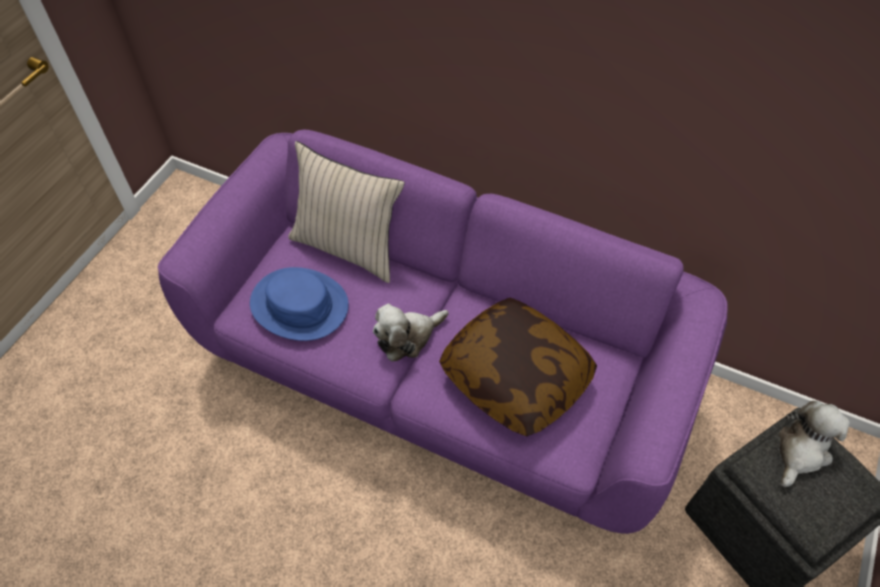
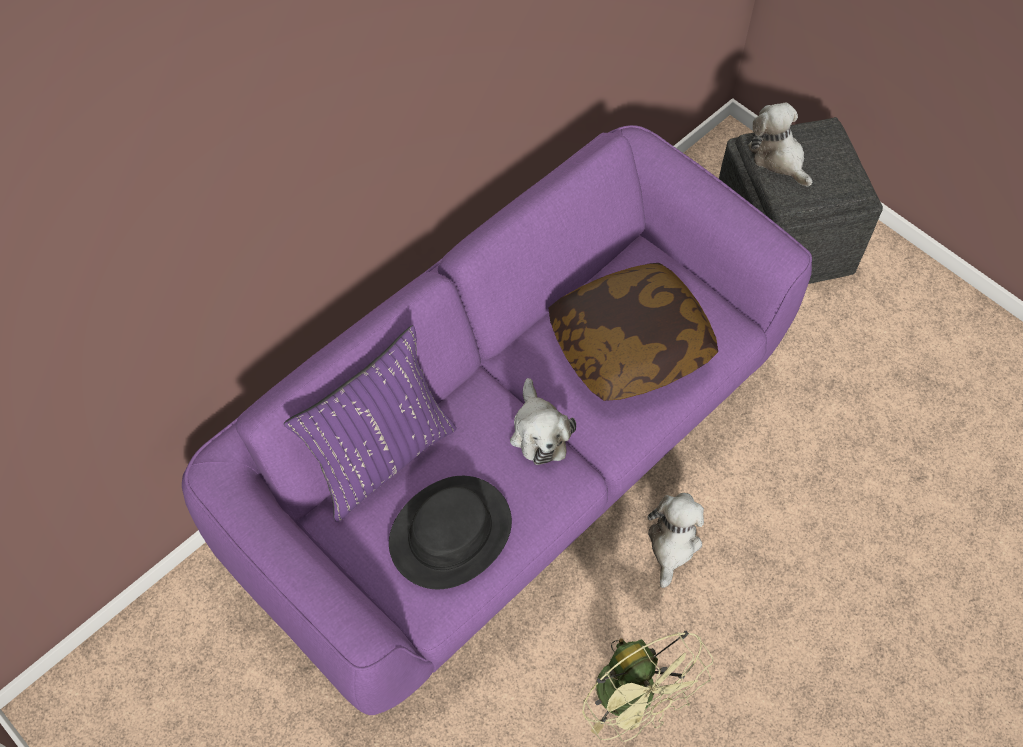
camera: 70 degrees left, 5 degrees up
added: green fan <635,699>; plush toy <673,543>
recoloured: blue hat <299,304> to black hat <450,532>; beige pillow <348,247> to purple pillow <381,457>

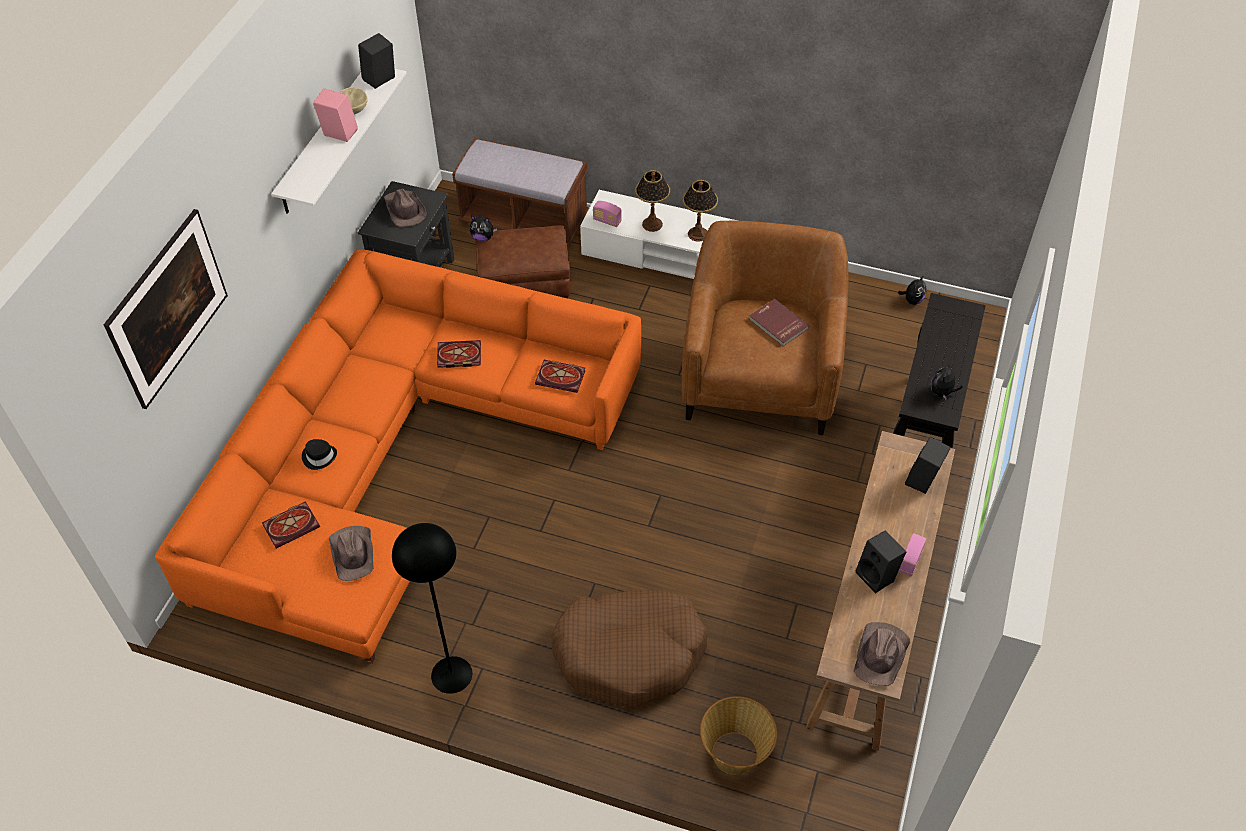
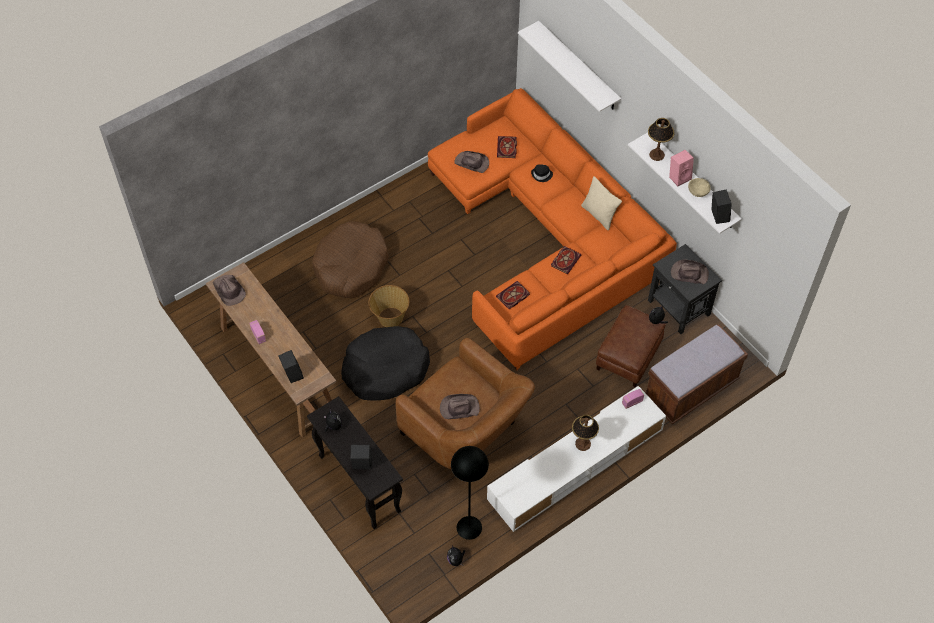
camera: 125 degrees right, 5 degrees up
added: black dog bed <385,369>; beige pillow <599,215>
moved: black floor lamp <451,674> to <469,527>; table lamp <652,224> to <656,154>; basket <735,754> to <390,317>; black speaker <877,576> to <361,465>
replaced: picture <176,329> to white shelf <578,66>; red book <778,324> to brown hat <459,408>

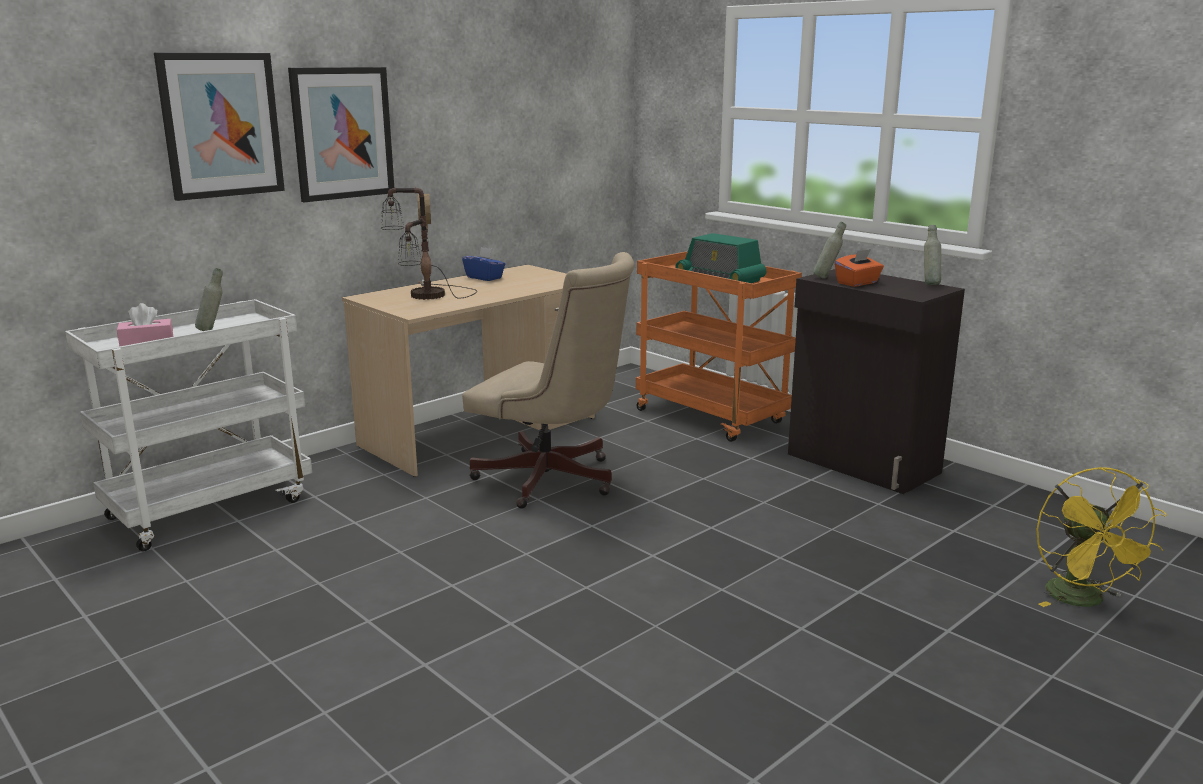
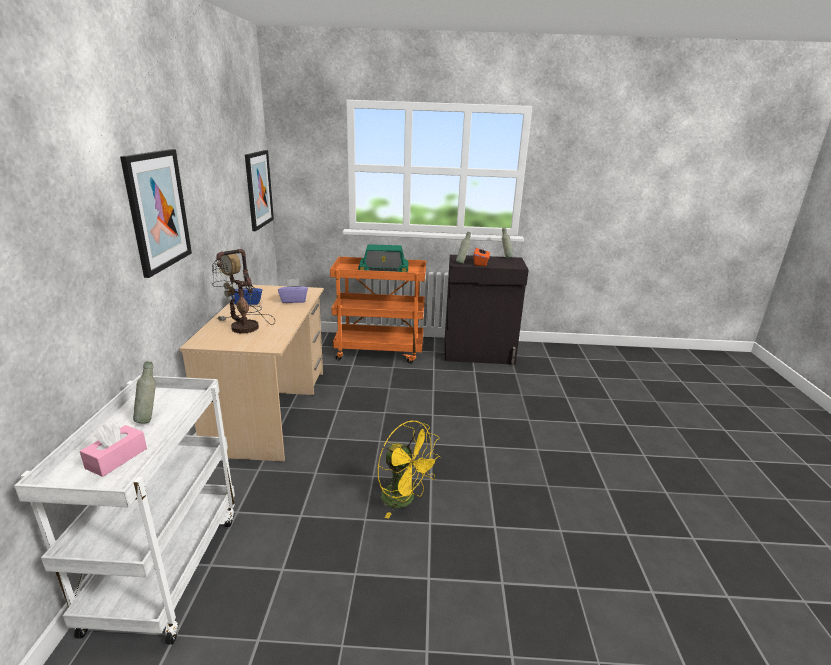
camera: 45 degrees left, 5 degrees up
removed: beige office chair <554,481>
added: purple tissue box <294,300>
moved: picture <221,125> to <258,189>; yellow fan <1083,601> to <404,499>

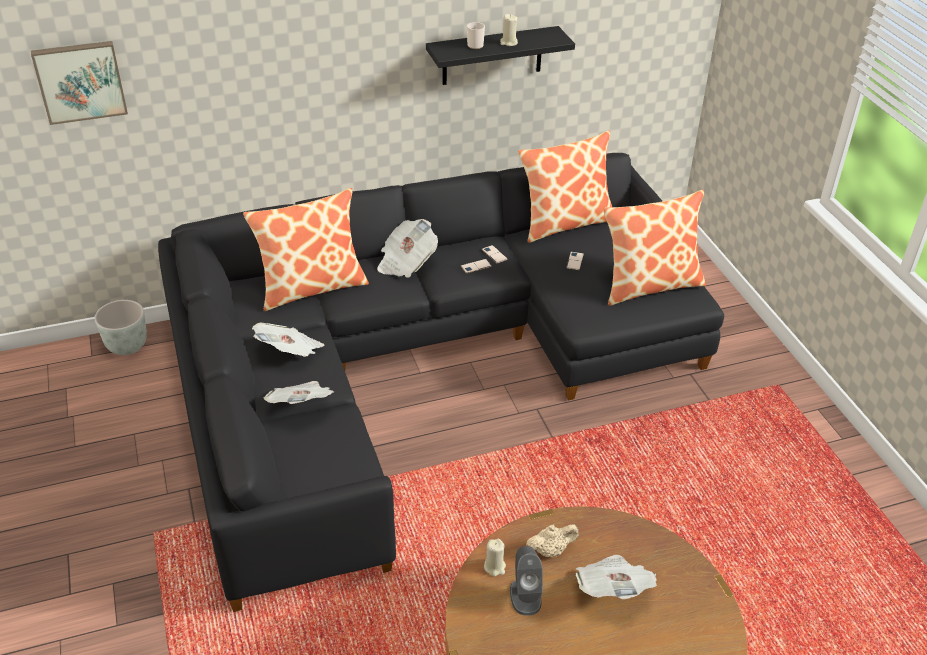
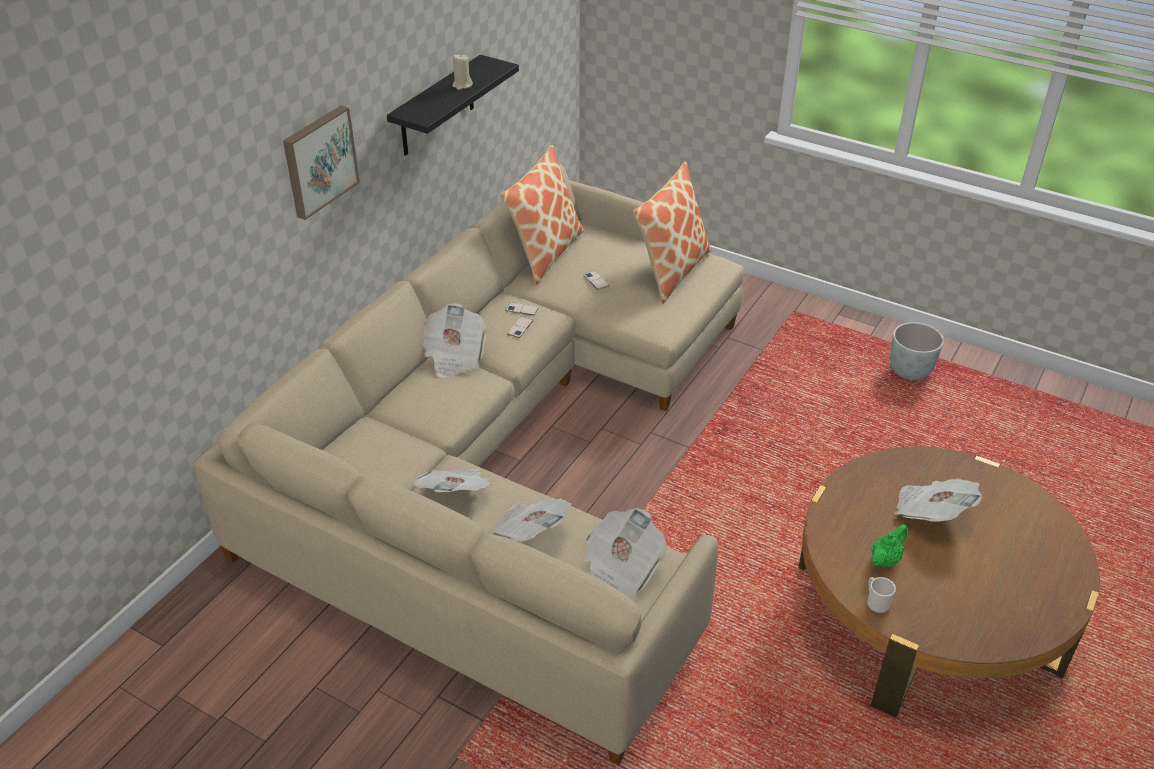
camera: 40 degrees left, 0 degrees up
removed: pillow <311,287>; beige candle <494,567>; beige teapot <551,550>
added: newspaper <620,570>
moved: picture <80,81> to <319,161>; grey planter <127,346> to <909,371>; mug <475,44> to <876,603>
replaced: grey speaker <525,596> to green teapot <885,559>
recoloured: black sofa <418,365> to beige sofa <510,455>

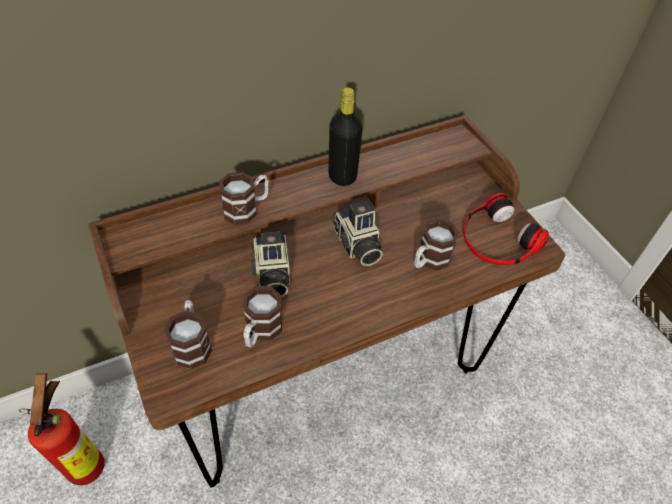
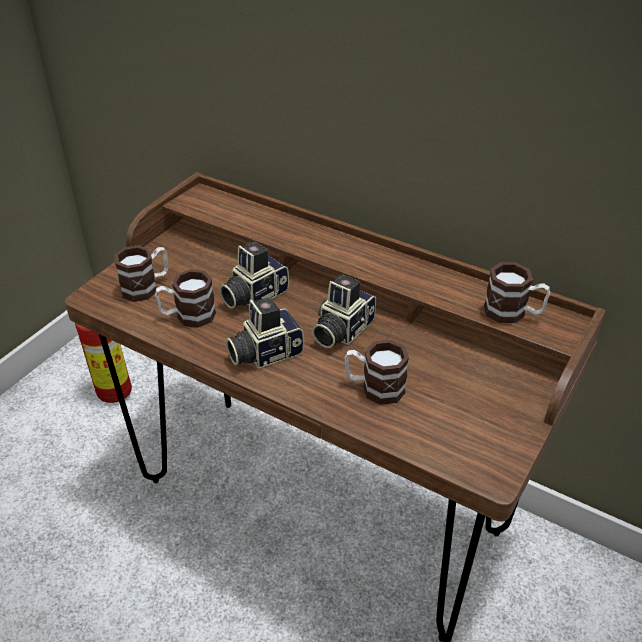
camera: 60 degrees right, 10 degrees down
removed: black bottle <342,176>; headphones <497,239>
added: photo camera <264,352>
moved: mug <247,209> to <513,313>

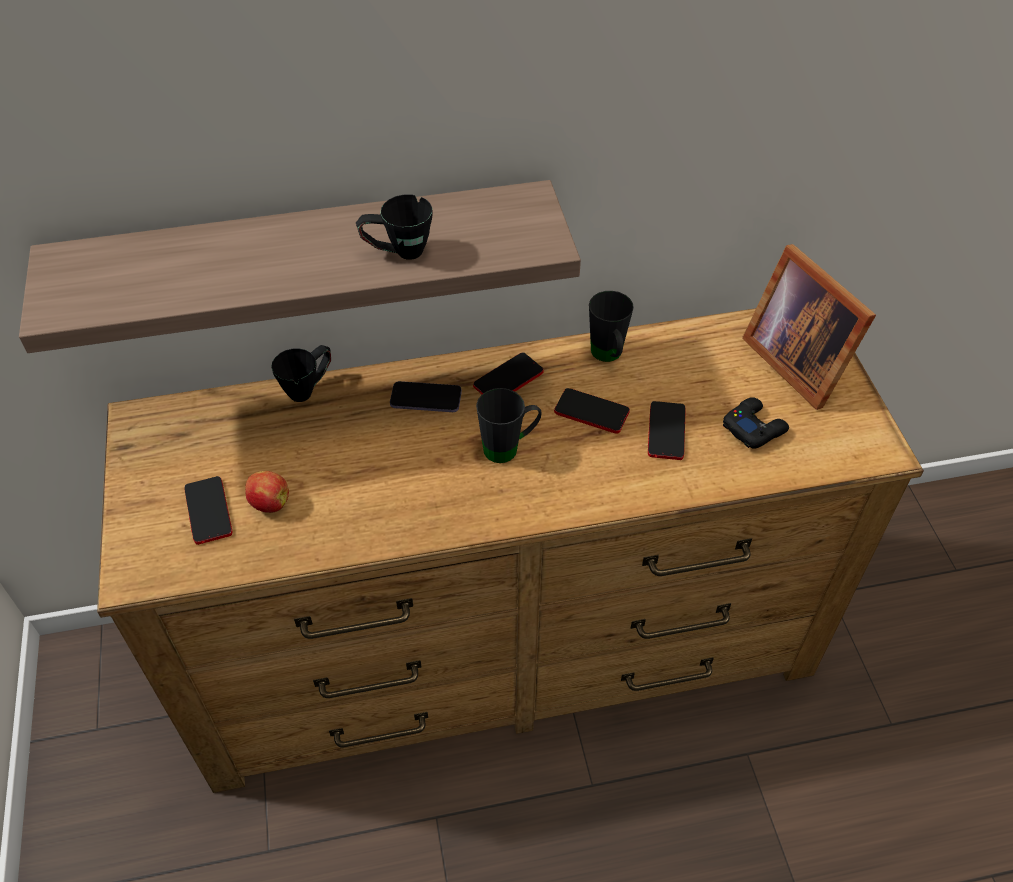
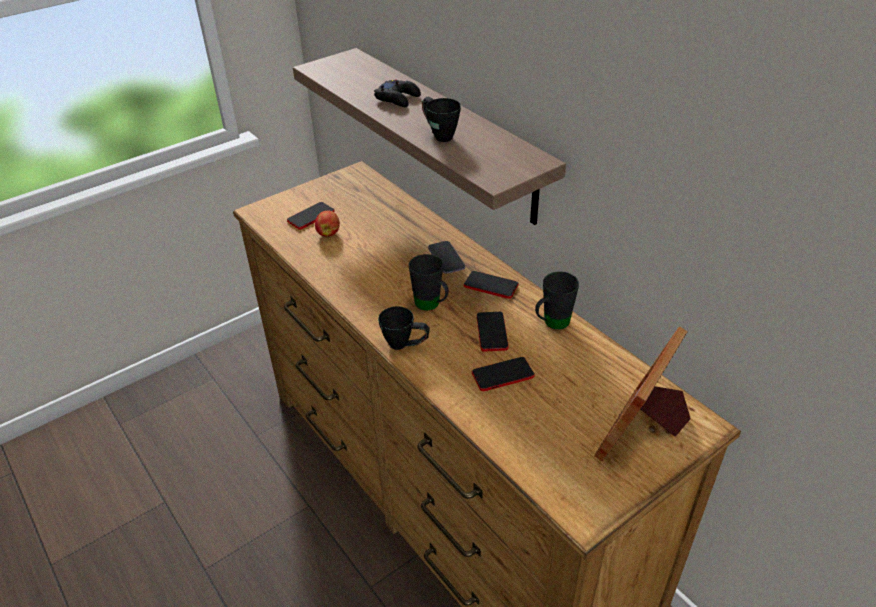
camera: 65 degrees right, 10 degrees down
moved: black mug <308,388> to <405,345>; black game controller <754,428> to <398,98>

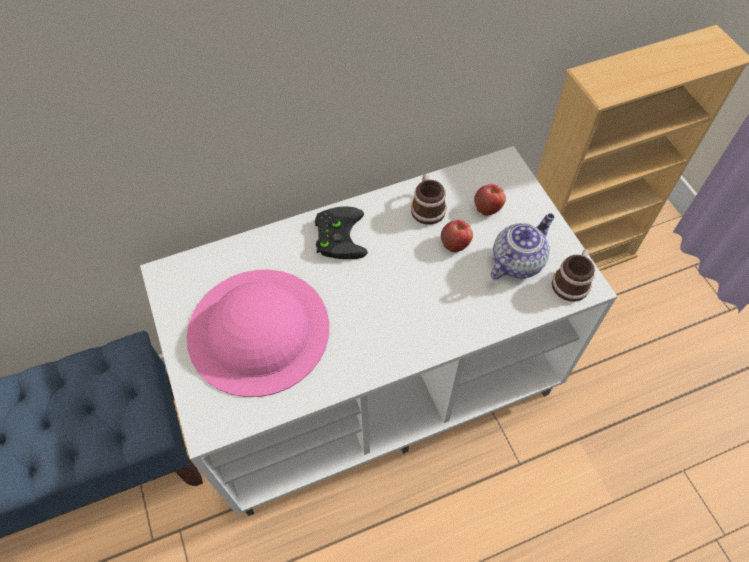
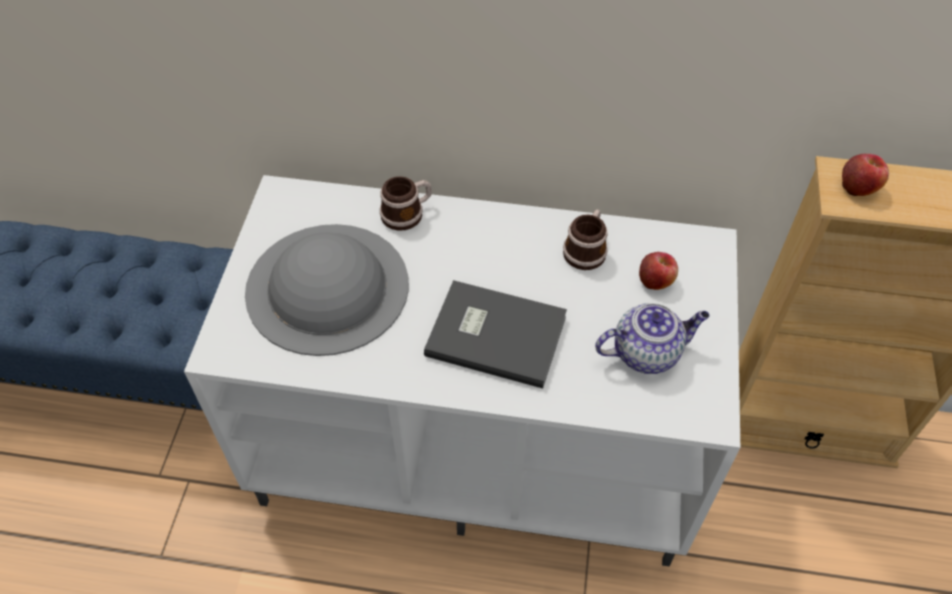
camera: 30 degrees right, 5 degrees down
removed: black game controller <338,235>
added: grey book <495,333>
moved: apple <455,243> to <858,187>; mug <572,281> to <407,213>
recoloured: pink hat <258,330> to grey hat <327,287>

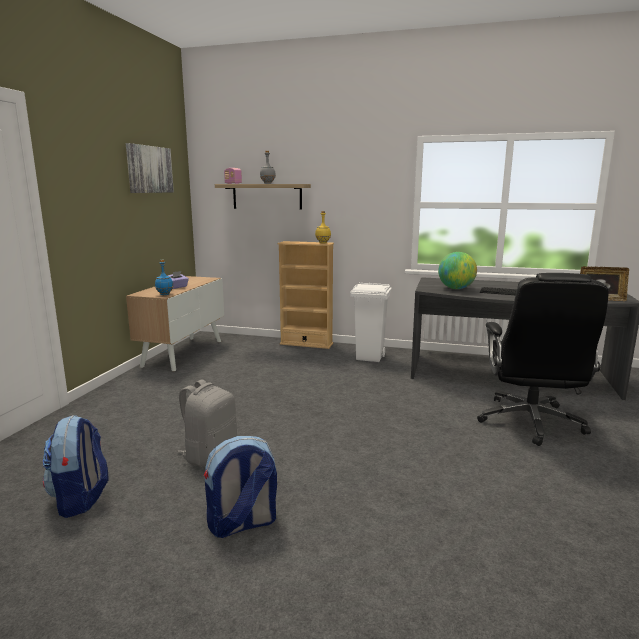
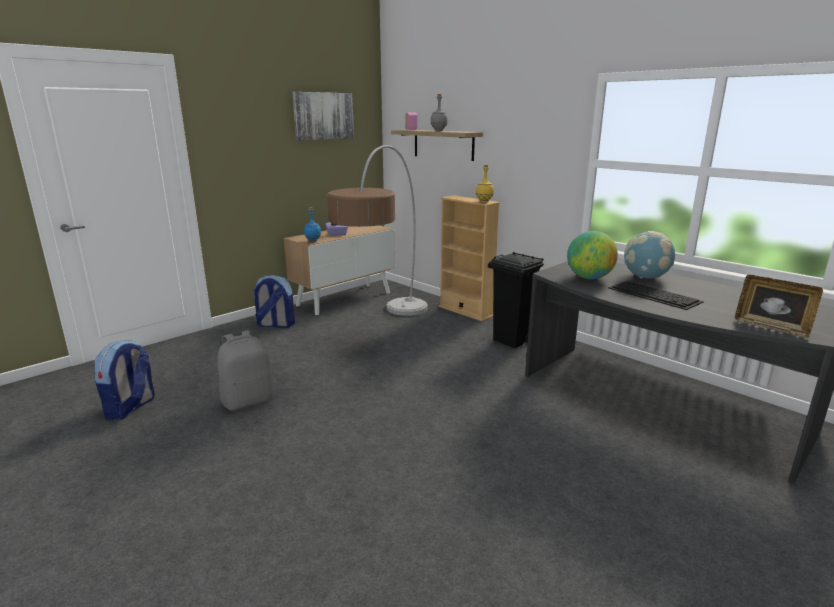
camera: 30 degrees right, 5 degrees up
removed: black office chair <530,422>
added: floor lamp <385,329>; globe <645,277>
moved: backpack <242,524> to <275,325>
recoloured: white trash can <370,357> to black trash can <512,341>

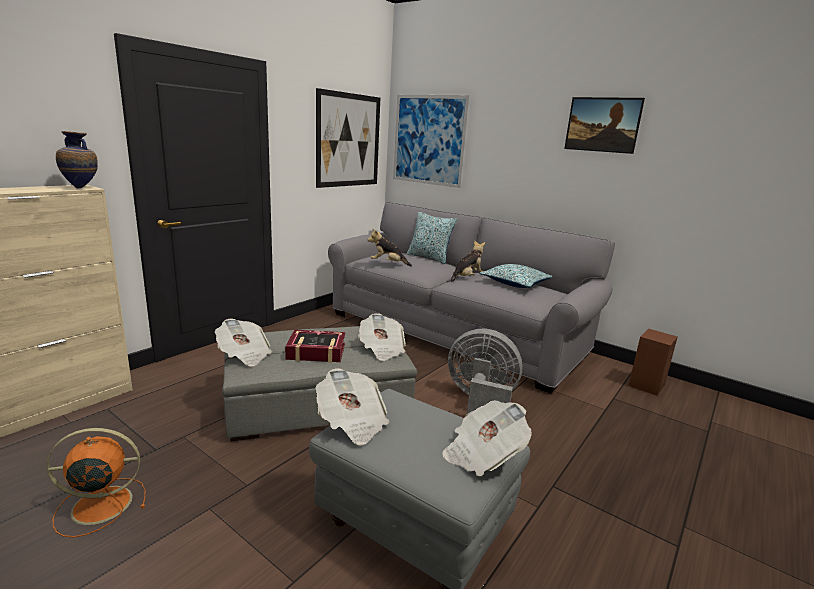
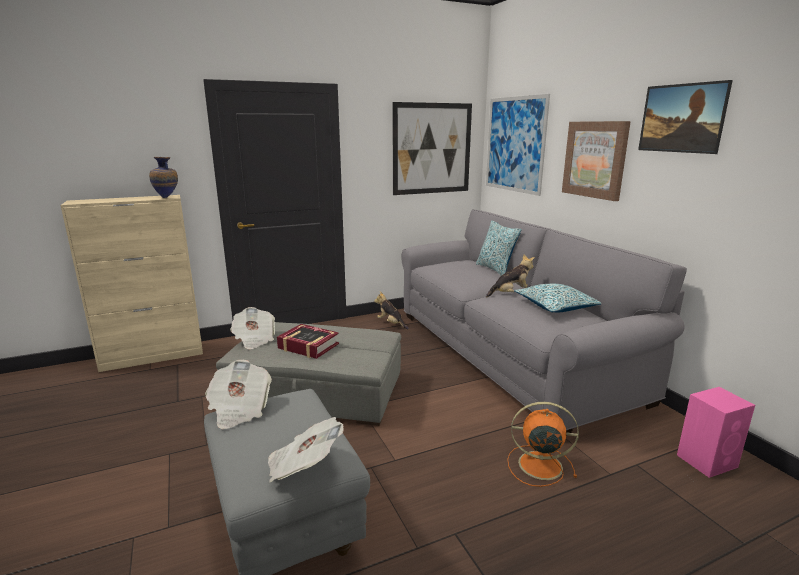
camera: 30 degrees right, 0 degrees up
removed: newspaper <381,349>; grey fan <481,402>
added: picture <595,159>
moved: orange fan <99,505> to <538,465>; plush toy <388,264> to <391,324>
recoloured: brown speaker <647,384> to pink speaker <707,461>

